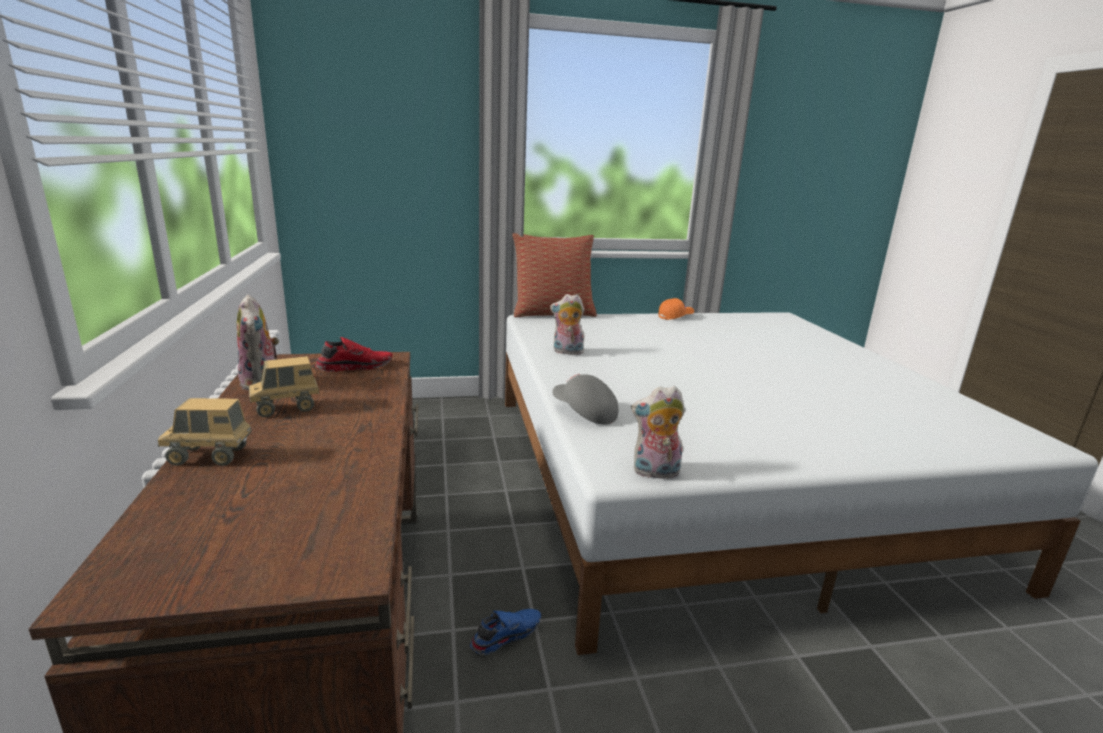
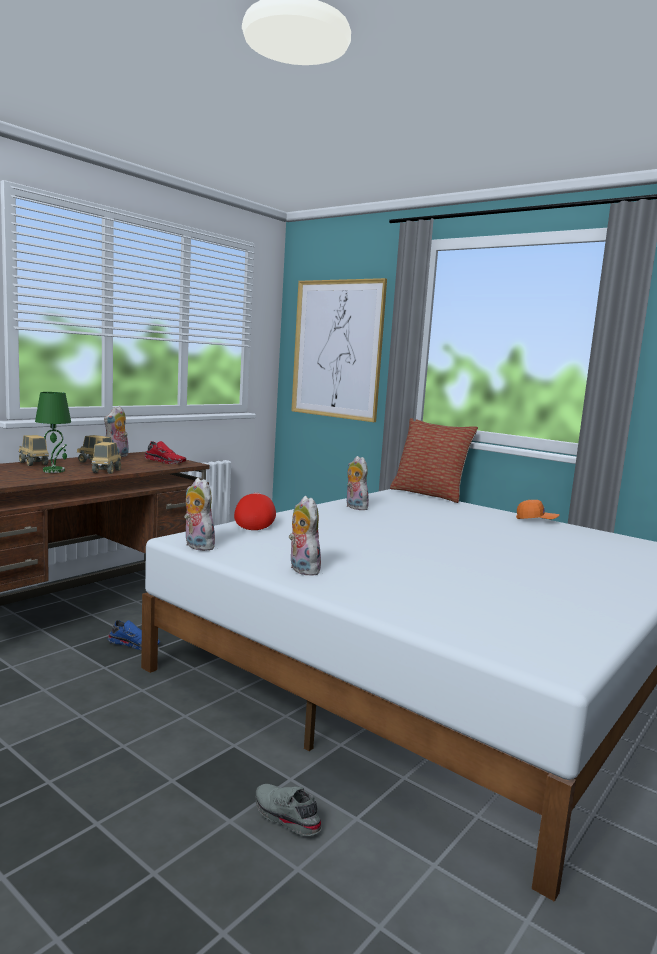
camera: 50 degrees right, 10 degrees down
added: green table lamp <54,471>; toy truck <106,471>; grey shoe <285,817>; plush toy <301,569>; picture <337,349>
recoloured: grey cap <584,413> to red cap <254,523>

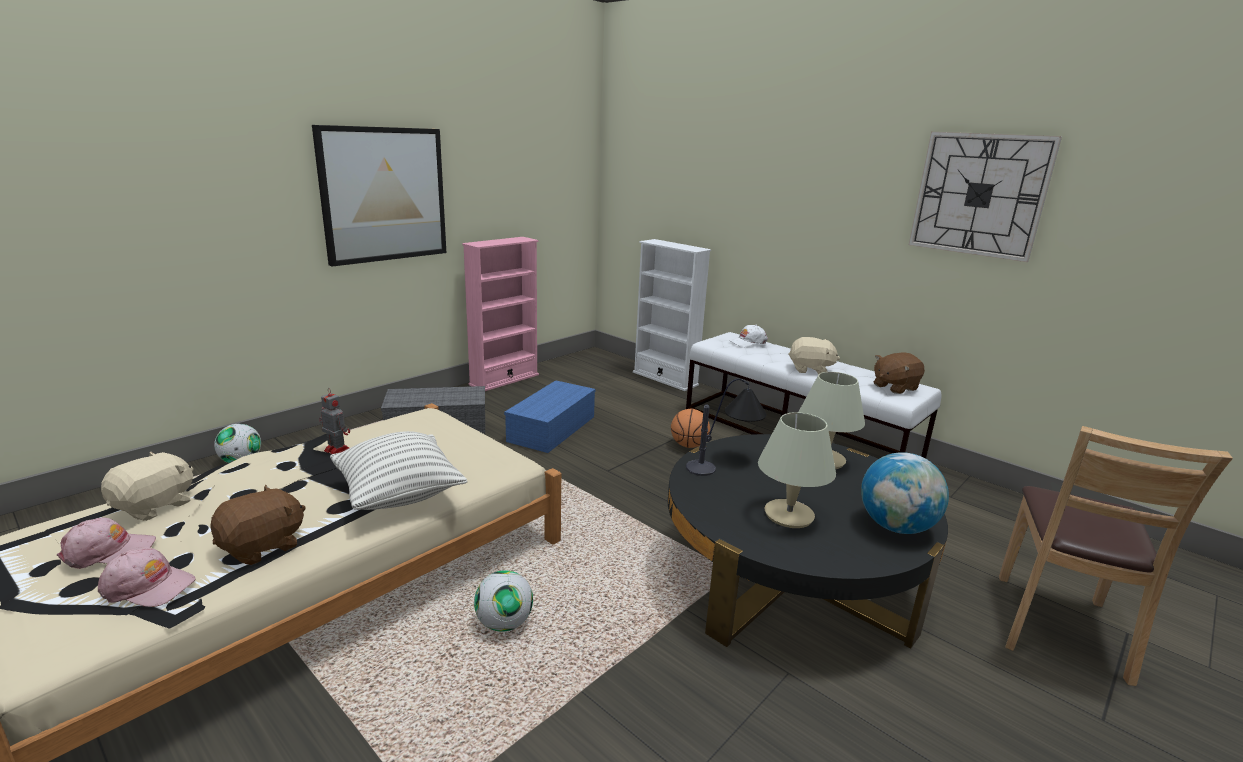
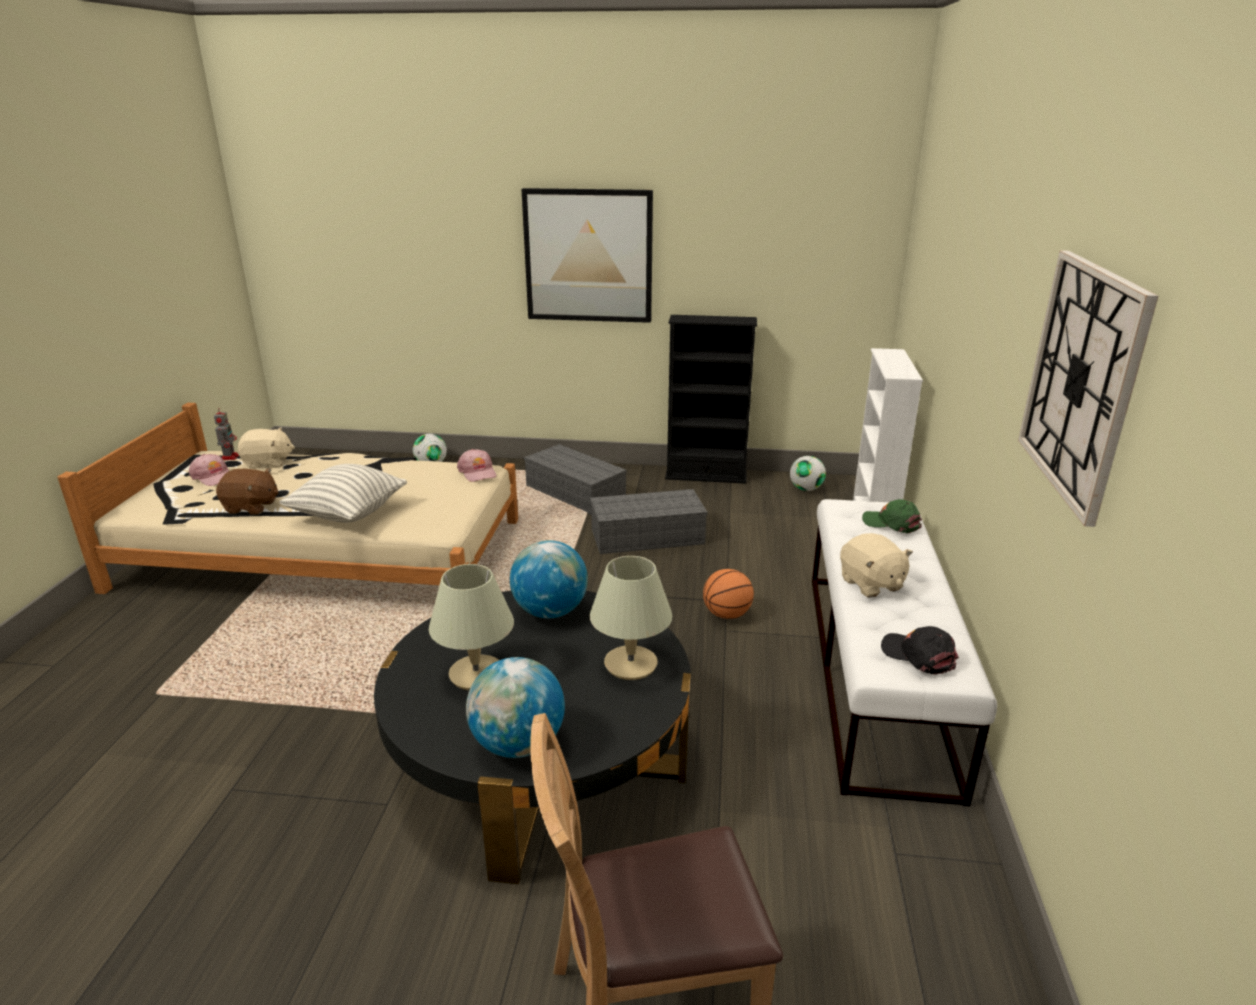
camera: 55 degrees right, 5 degrees up
moved: pink cap <148,586> to <477,472>; toy robot <336,449> to <230,457>; football <504,623> to <806,489>
replaced: table lamp <725,462> to globe <550,611>; brown plush toy <894,387> to black cap <918,655>
recoloured: pink bookcase <504,380> to black bookcase <706,475>; blue storage box <552,429> to grey storage box <646,537>; white cap <748,342> to green cap <891,523>

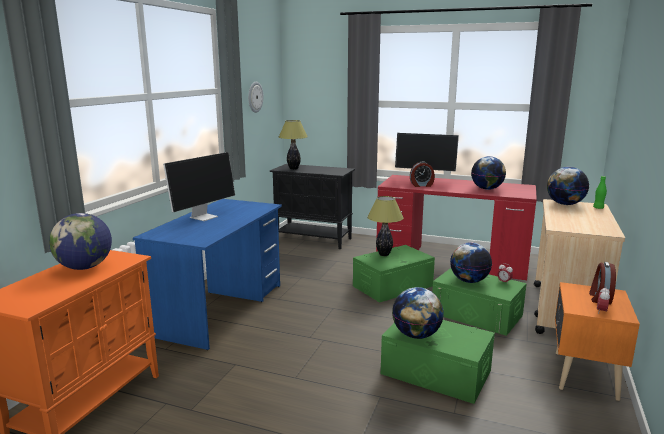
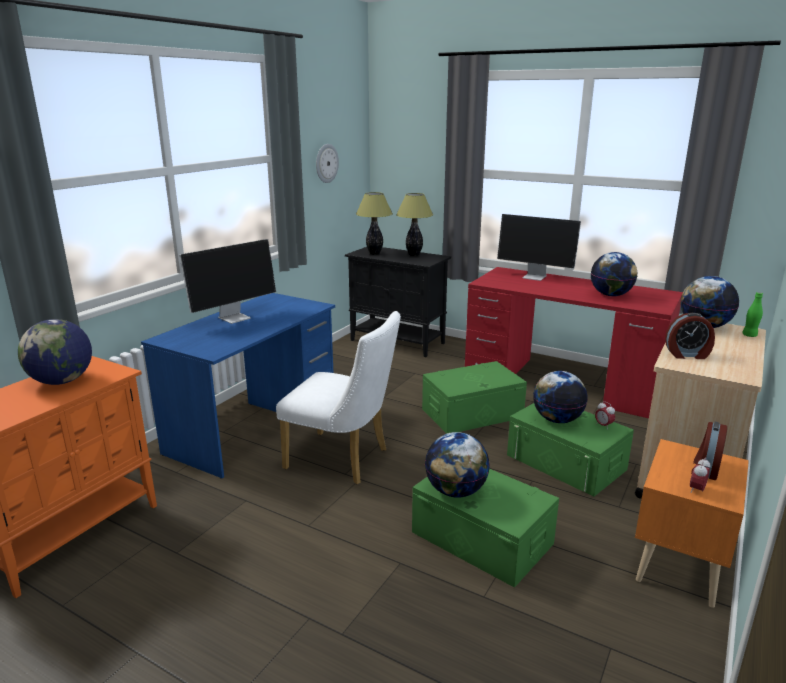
camera: 10 degrees right, 5 degrees up
added: white chair <344,460>
moved: table lamp <384,254> to <414,255>; alarm clock <421,185> to <687,355>

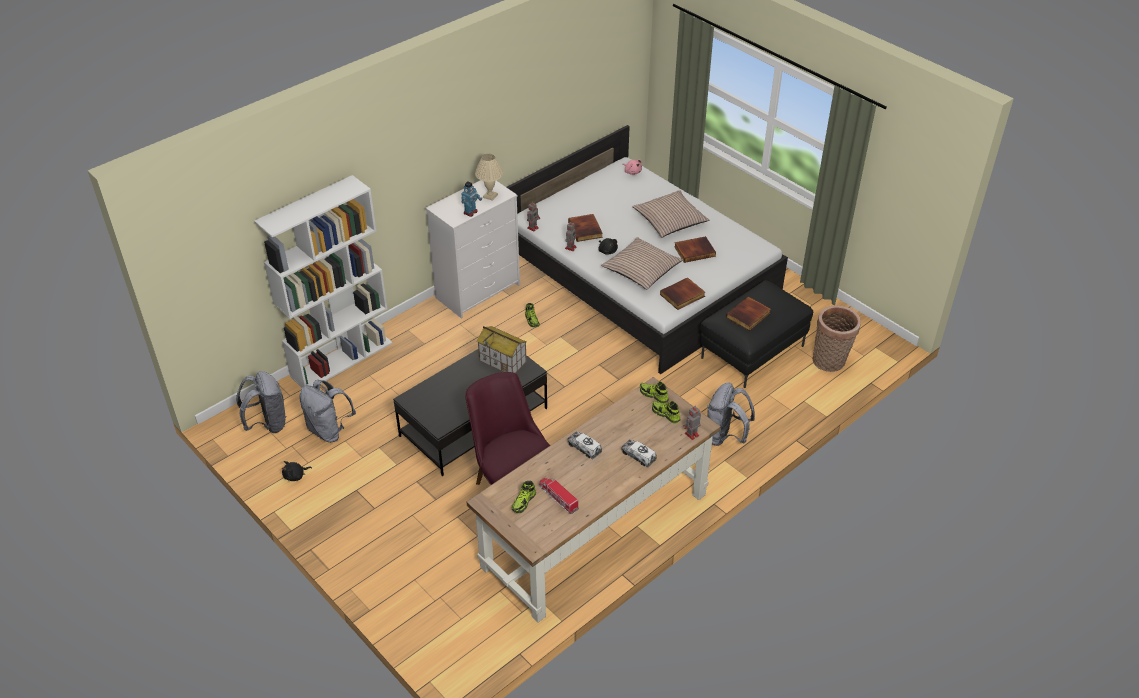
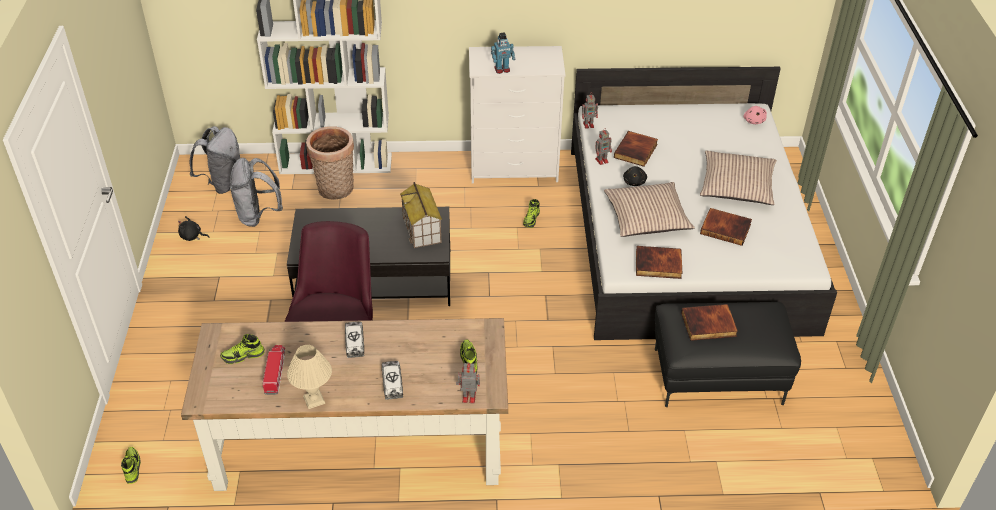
camera: 40 degrees right, 0 degrees up
removed: grey backpack <725,436>
moved: beige table lamp <490,196> to <313,400>; shoe <653,395> to <132,468>; basket <830,362> to <335,190>

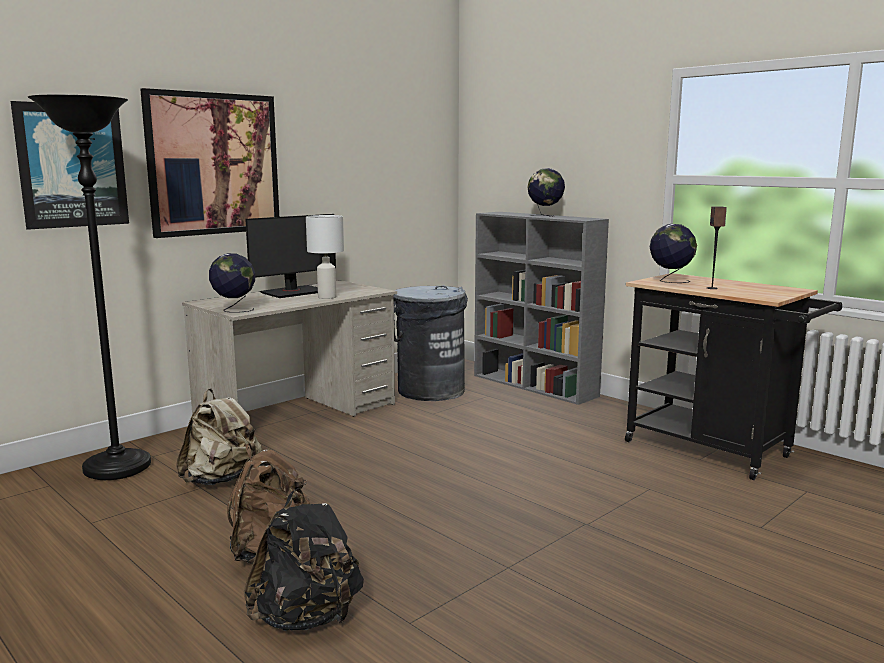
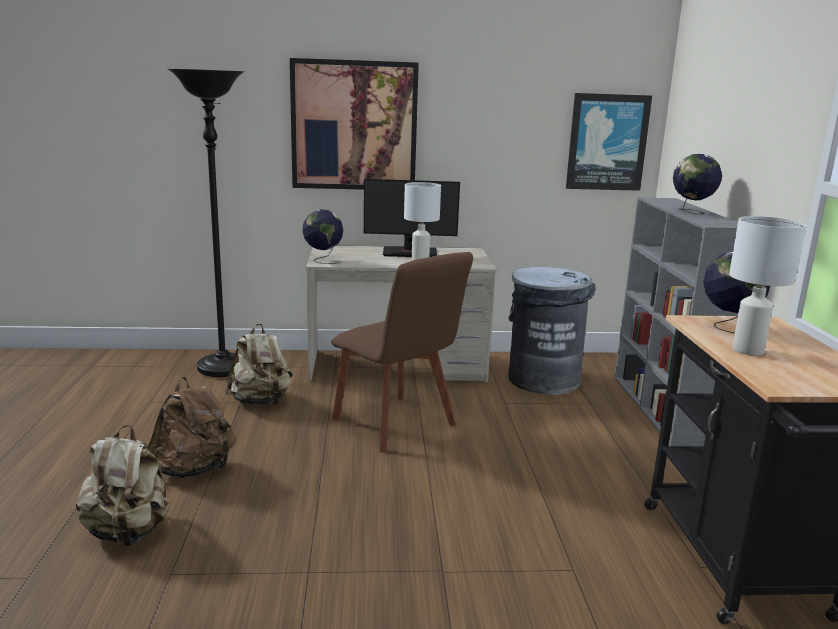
camera: 40 degrees right, 5 degrees up
added: brown chair <397,424>
moved: picture <72,166> to <607,142>
replaced: speaker <712,288> to white table lamp <748,350>
recoloured: black backpack <307,618> to beige backpack <128,532>

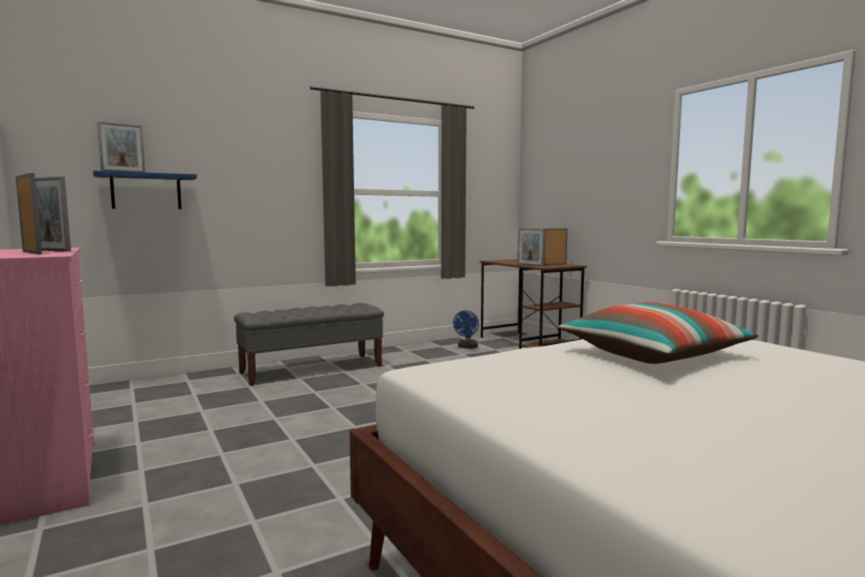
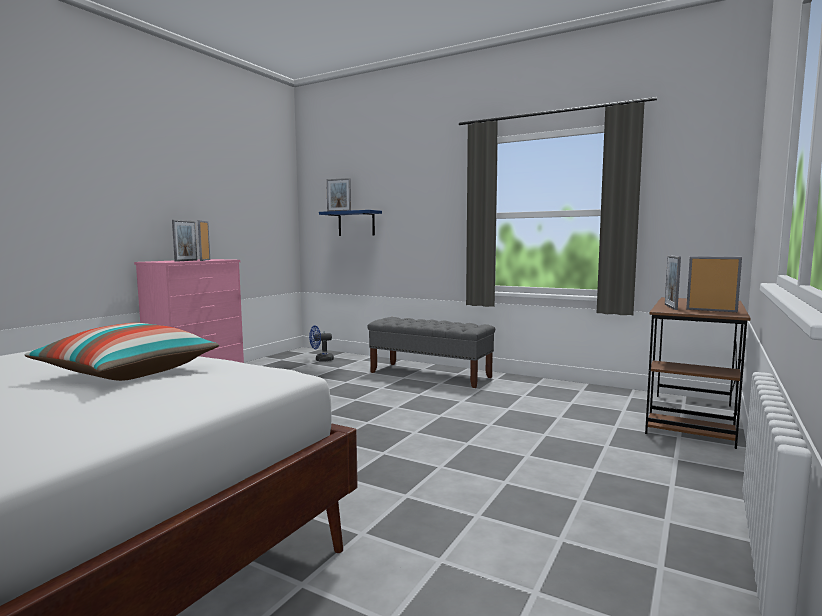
camera: 60 degrees right, 0 degrees up
moved: blue fan <467,347> to <321,360>

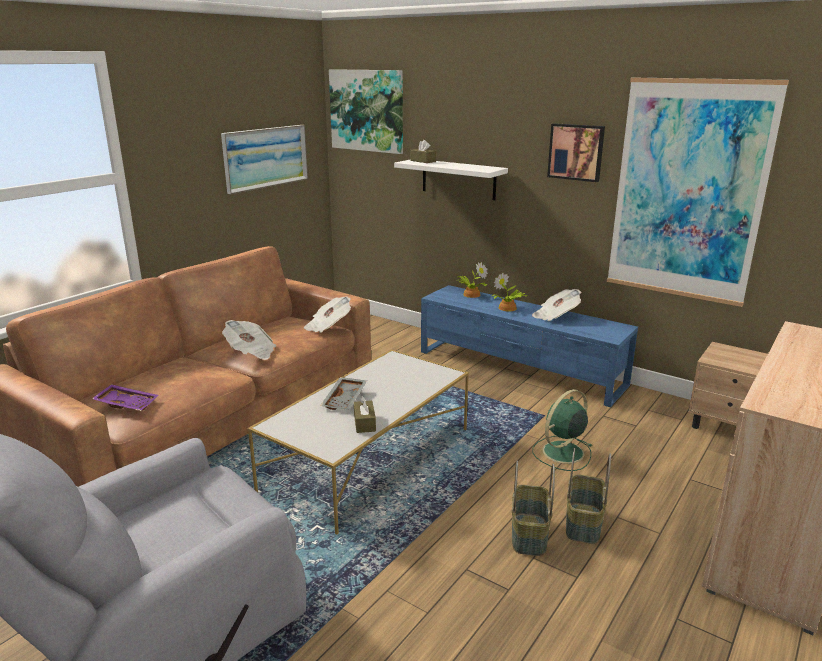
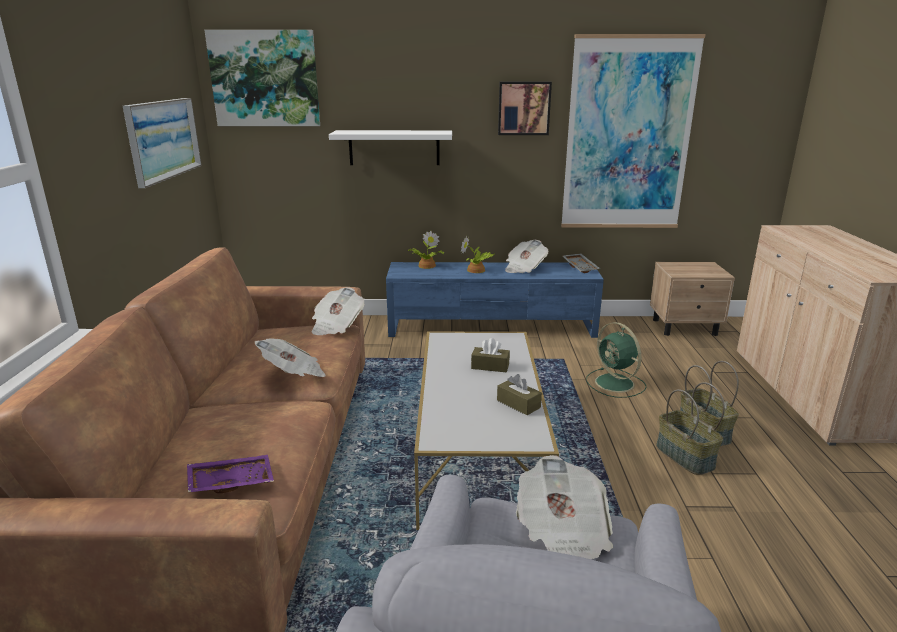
camera: 35 degrees left, 0 degrees up
added: newspaper <562,534>
moved: grey tray <345,400> to <581,267>; brown tissue box <423,161> to <490,366>
turned: green fan <562,453> = <616,384> 45 degrees counterclockwise

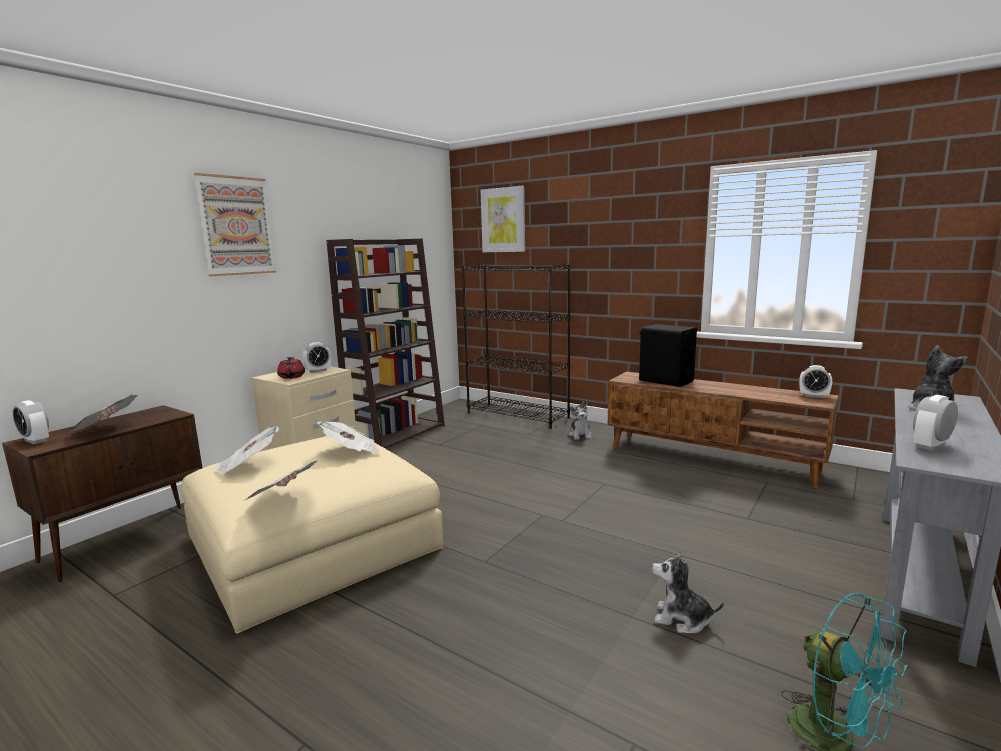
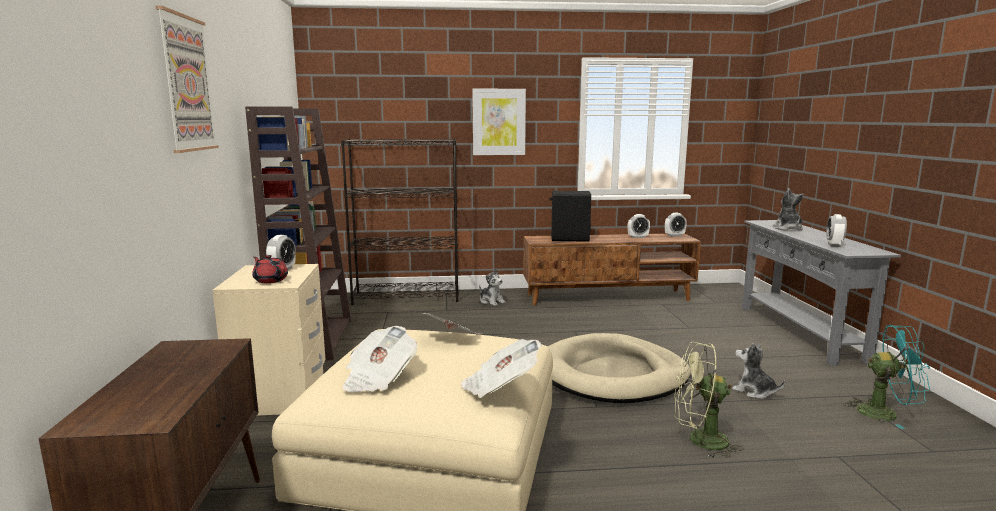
camera: 40 degrees left, 0 degrees up
removed: newspaper <106,429>
added: beige dog bed <612,374>; green fan <699,440>
moved: alarm clock <36,441> to <638,237>; picture <503,220> to <499,122>
turned: plush toy <682,619> = <754,392> 60 degrees clockwise

